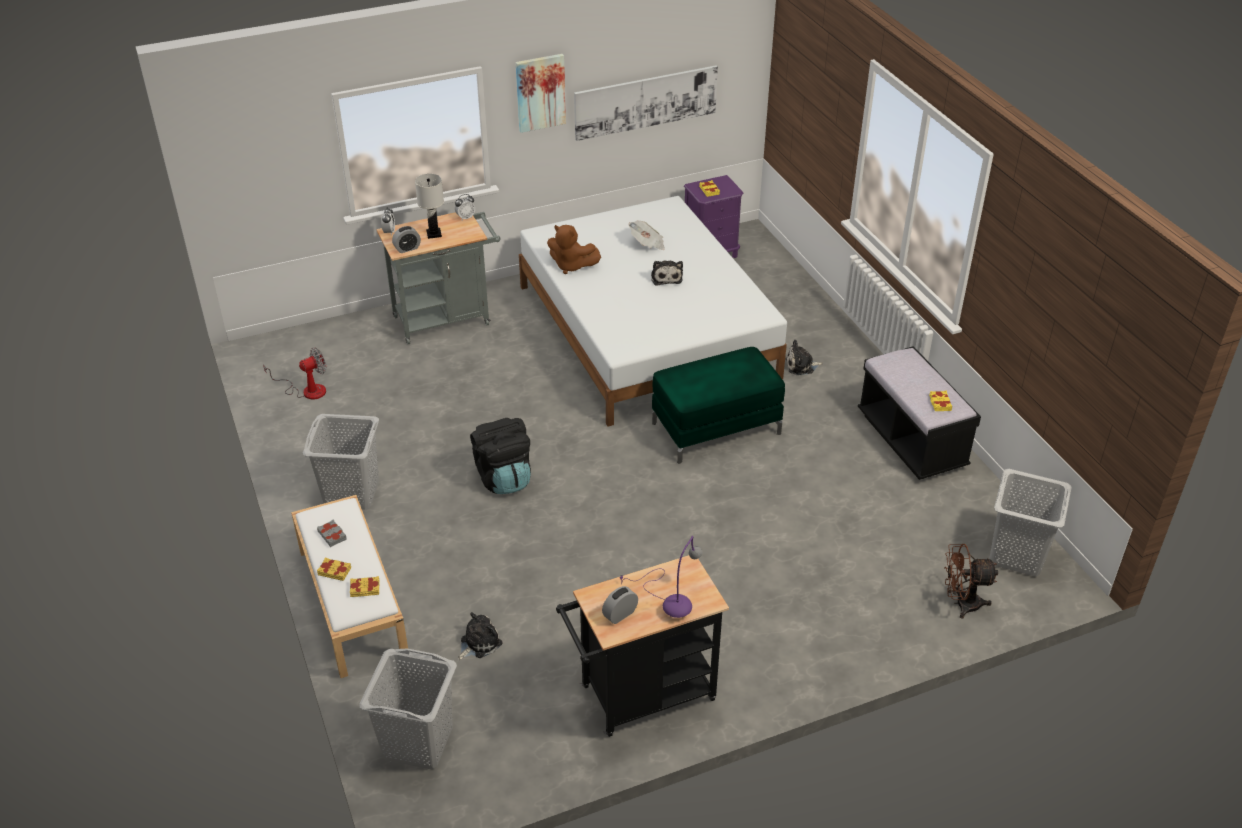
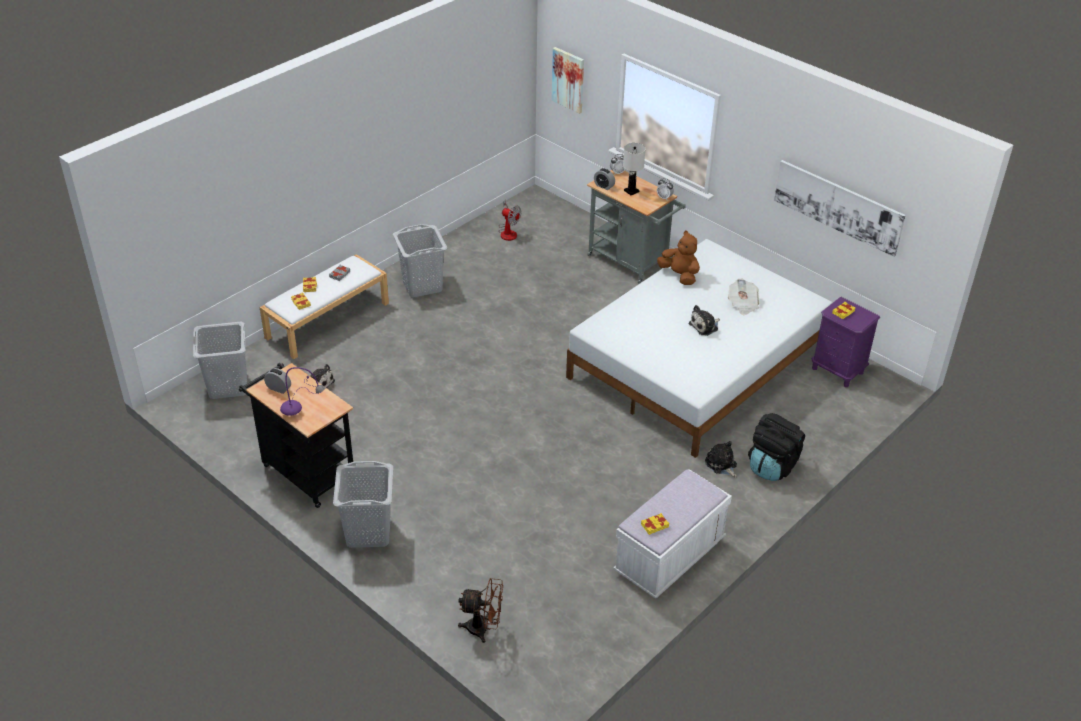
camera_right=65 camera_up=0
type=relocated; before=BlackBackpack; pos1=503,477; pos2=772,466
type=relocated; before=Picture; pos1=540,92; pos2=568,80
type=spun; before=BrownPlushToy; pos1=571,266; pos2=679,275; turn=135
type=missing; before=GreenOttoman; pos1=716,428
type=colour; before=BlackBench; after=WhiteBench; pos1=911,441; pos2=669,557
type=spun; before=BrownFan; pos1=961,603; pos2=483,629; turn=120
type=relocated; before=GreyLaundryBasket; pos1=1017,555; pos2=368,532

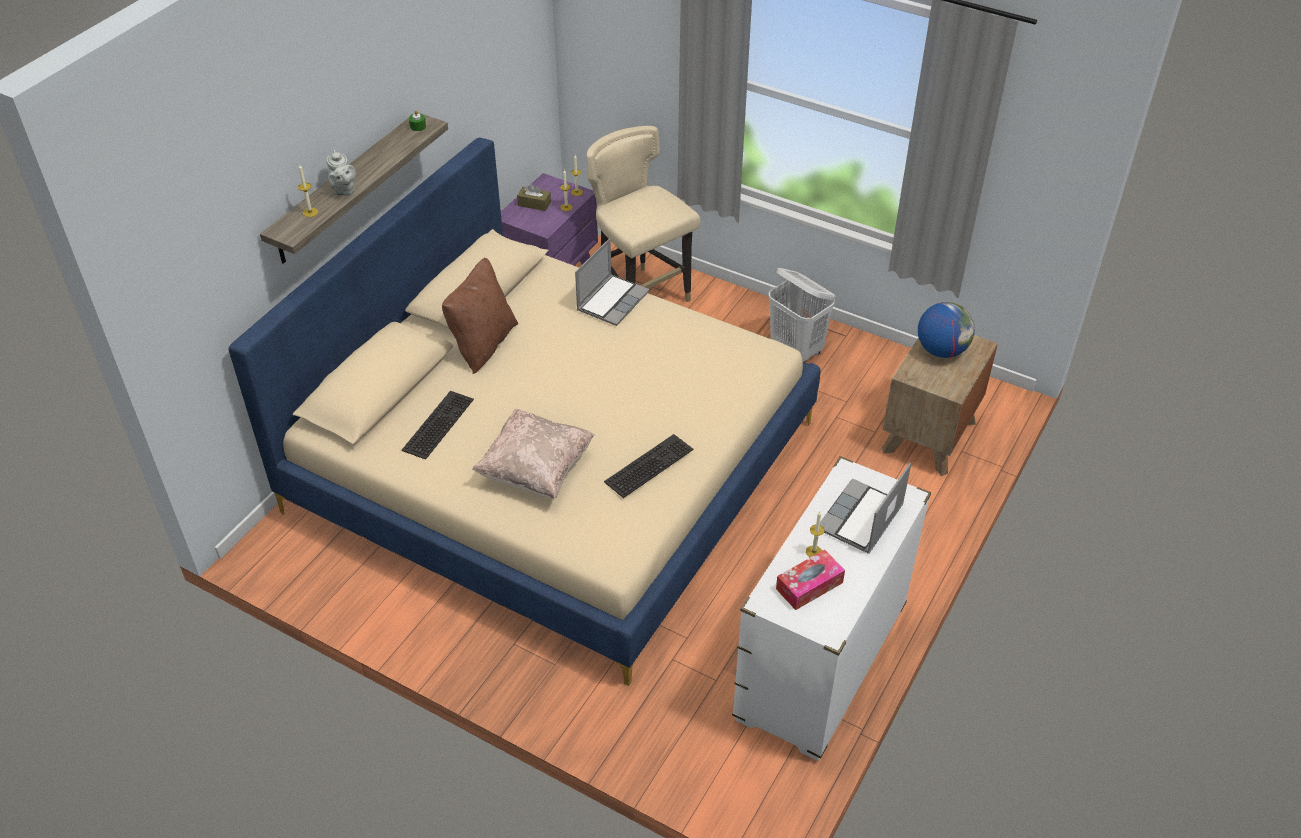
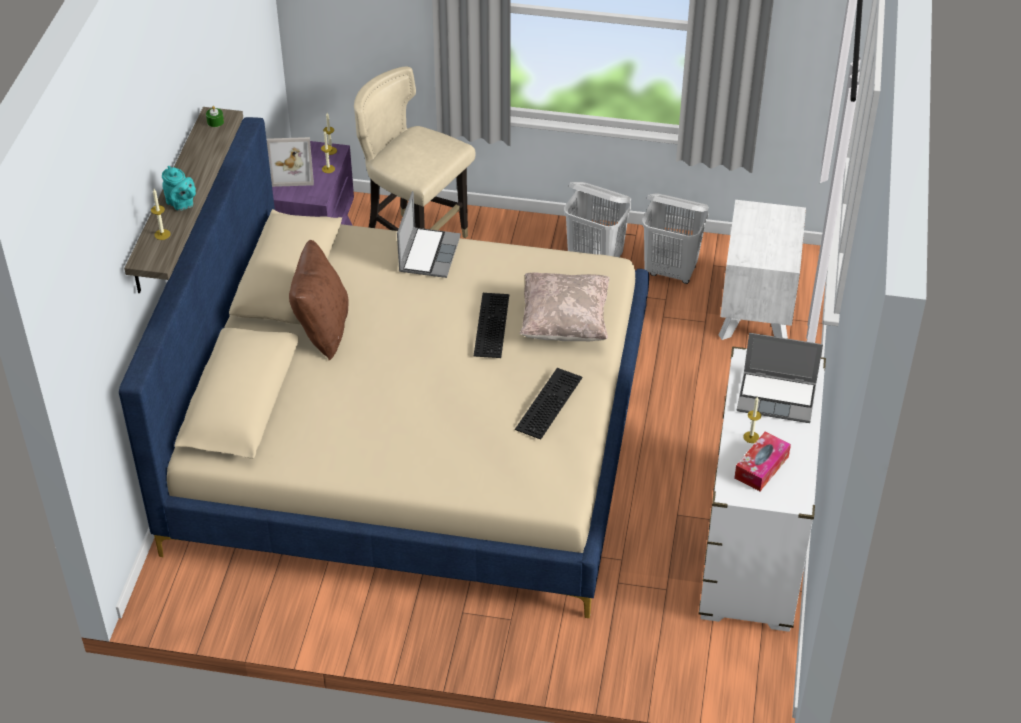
camera_right=-20 camera_up=0
type=colour; before=GreyTeapot; after=TurquoiseTeapot; pos1=343,190; pos2=181,204
type=relocated; before=Keyboard; pos1=437,423; pos2=490,324
type=relocated; before=BeigePillow; pos1=536,470; pos2=564,324
type=exchanged; before=BrownTissueBox; after=PictureFrame; pos1=534,204; pos2=293,173
type=spun; before=Laptop; pos1=861,519; pos2=777,397; turn=-90
type=colour; before=BrownNightstand; after=WhiteNightstand; pos1=929,436; pos2=756,313
type=missing; before=Globe; pos1=941,350
type=appeared; after=WhiteLaundryBasket; pos2=671,271

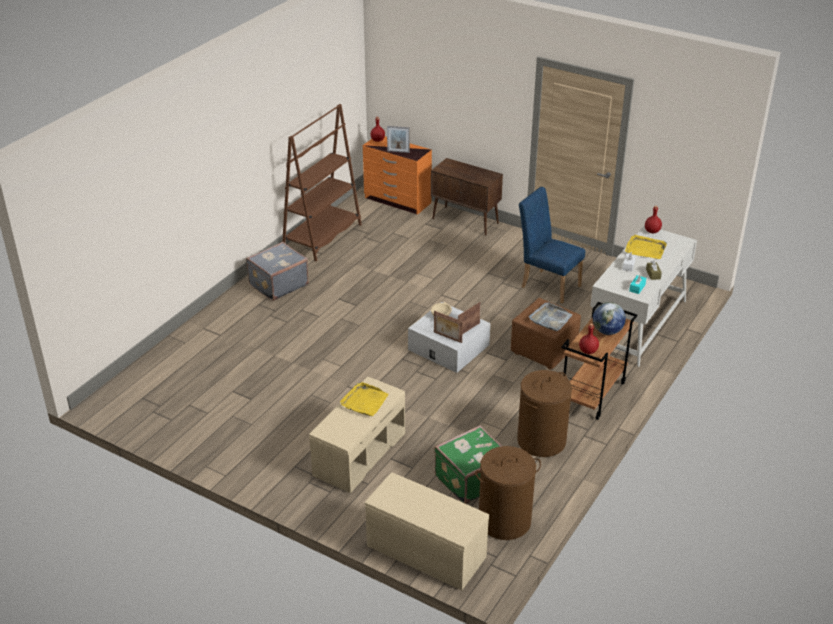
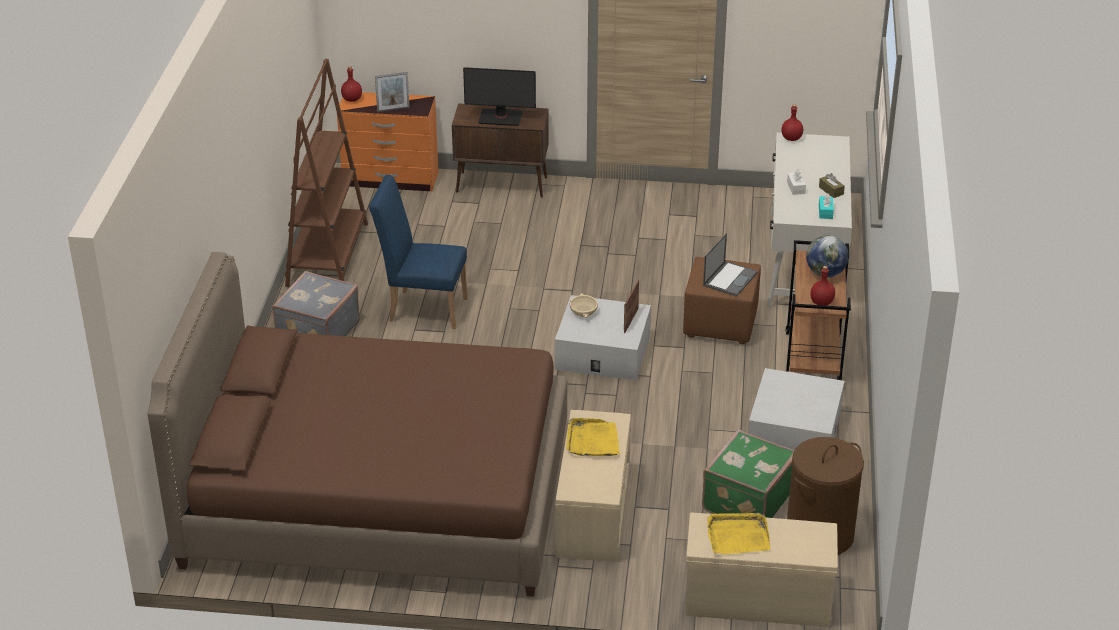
camera_right=-25 camera_up=0
type=missing; before=PictureFrame; pos1=447,337
type=exchanged; before=BrownLaundryBasket; after=WhiteStorageBox; pos1=541,440; pos2=794,431
type=relocated; before=BlueChair; pos1=547,284; pos2=422,308
type=exchanged; before=GreyTray; after=Laptop; pos1=550,319; pos2=730,279
type=relocated; before=YellowTray; pos1=645,249; pos2=737,536
type=appeared; after=BrownBed; pos2=378,497
type=appeared; after=Monitor; pos2=500,117

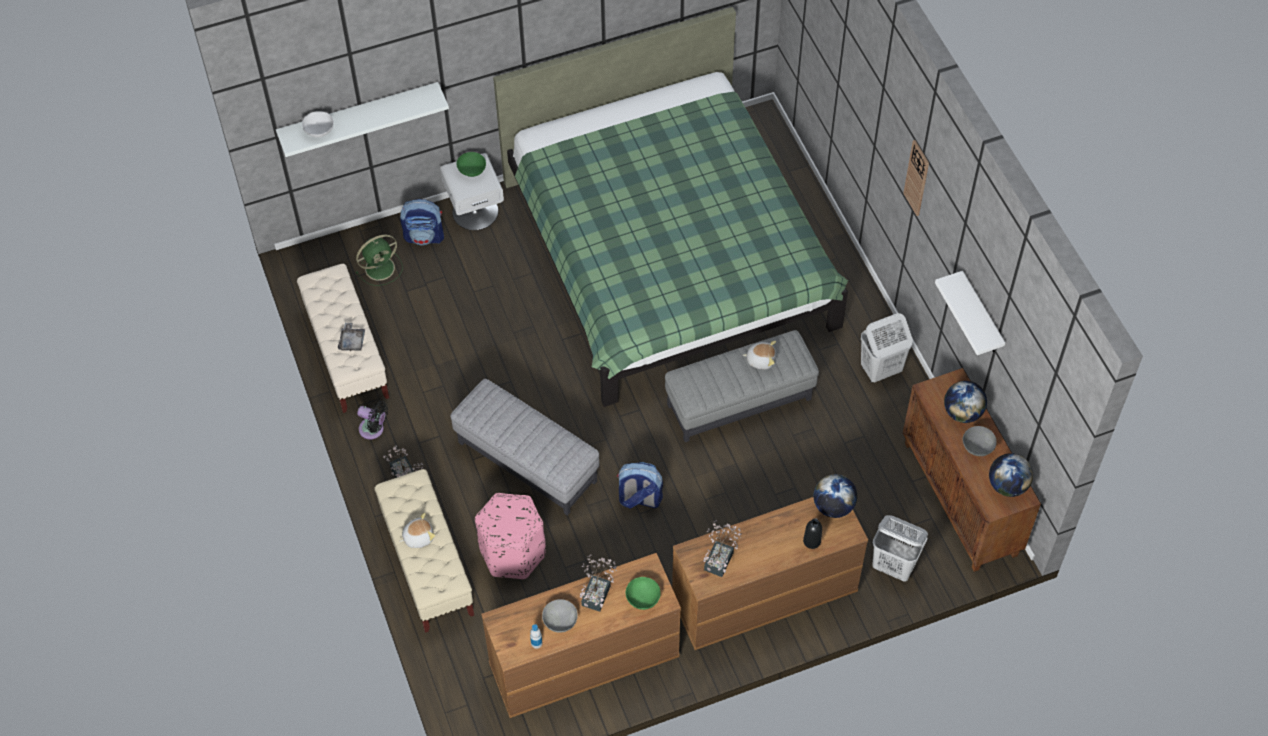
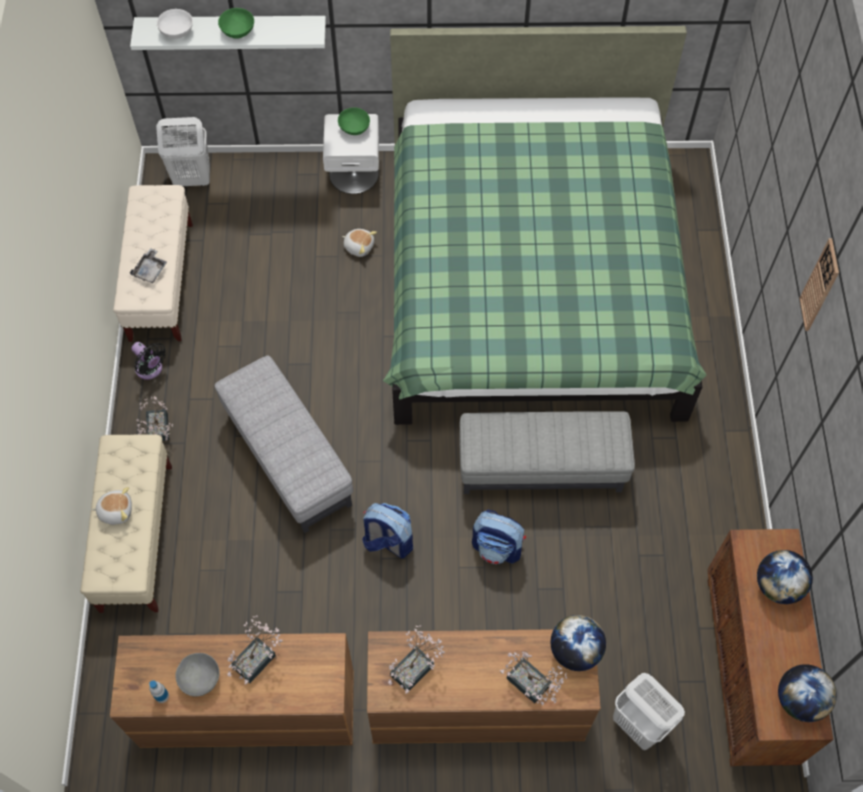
camera_right=20 camera_up=5
type=missing; before=GreenFan; pos1=381,267
type=relocated; before=Backpack; pos1=425,236; pos2=497,547
type=missing; before=PinkOttoman; pos1=513,553
type=relocated; before=GreenBowl; pos1=643,599; pos2=238,31
type=relocated; before=PlushToy; pos1=760,359; pos2=359,246
type=exchanged; before=BlackBottle; after=PottedPlant; pos1=812,541; pos2=532,686
type=relocated; before=WhiteLaundryBasket; pos1=880,370; pos2=192,179
type=missing; before=WhiteShelf; pos1=981,315
type=missing; before=GreyBowl; pos1=977,447

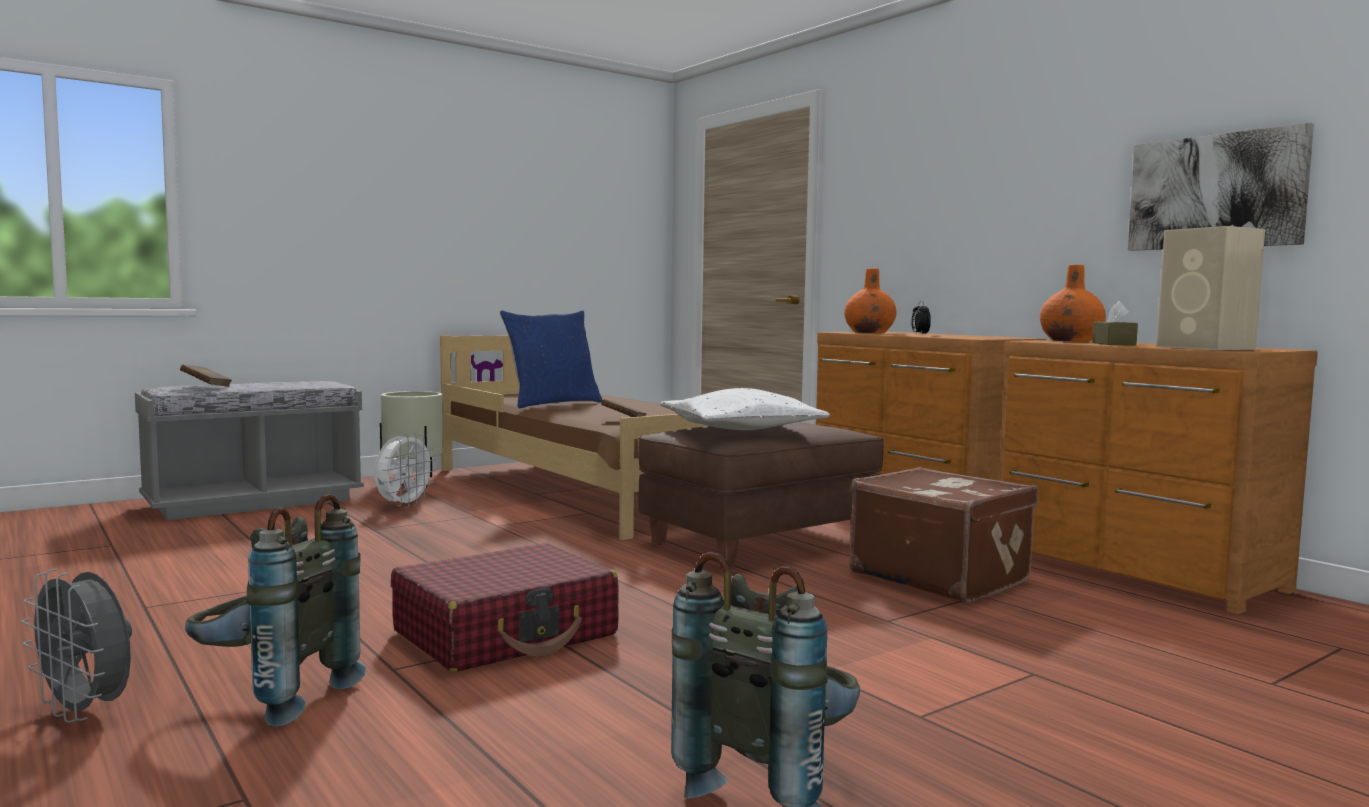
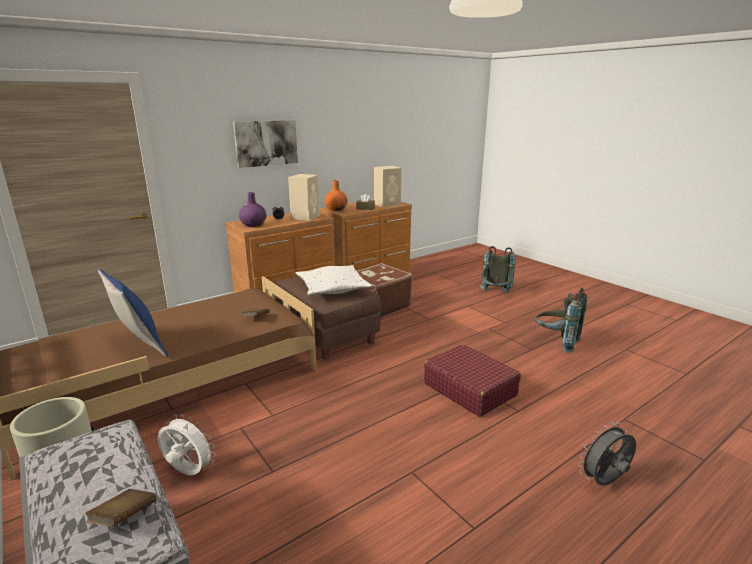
camera_right=-90 camera_up=15
type=spun; before=GreyFan; pos1=86,712; pos2=604,482; turn=-150
type=relocated; before=GreyBackpack; pos1=271,697; pos2=495,295
type=colour; before=OrangeVase; after=PurpleVase; pos1=870,332; pos2=253,225
type=relocated; before=Picture; pos1=1216,192; pos2=266,143
type=appeared; after=BeigeSpeaker; pos2=305,217

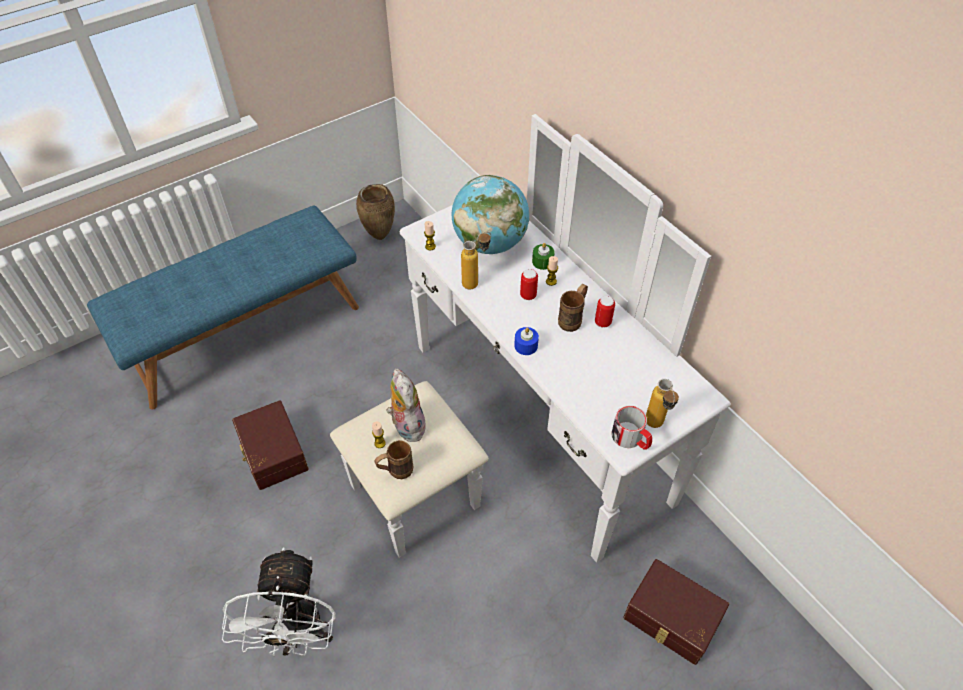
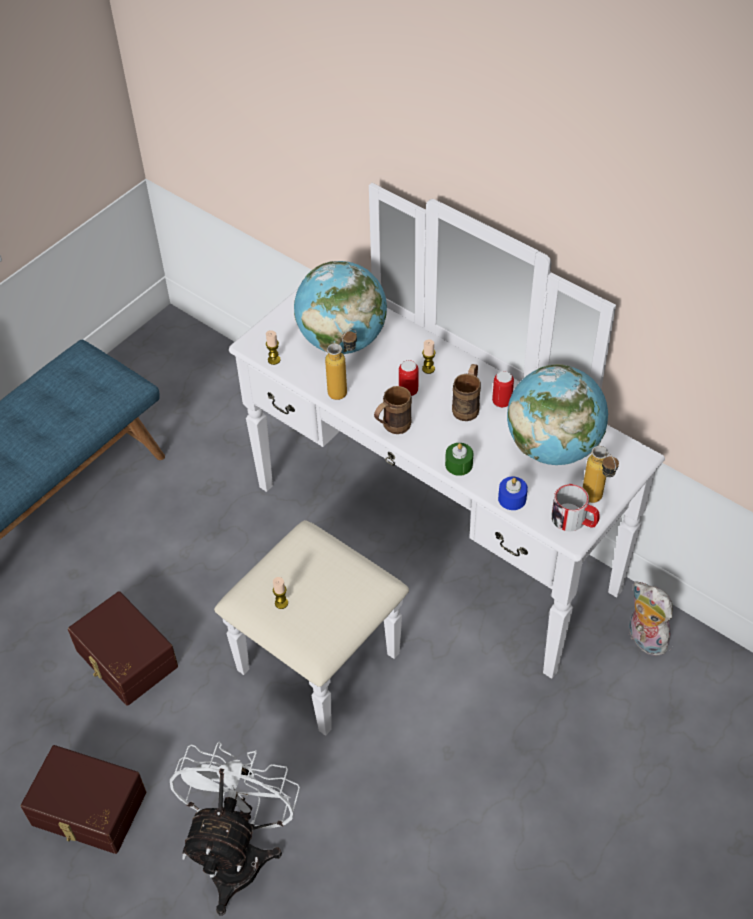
camera_right=-15 camera_up=0
type=spun; before=WhiteFan; pos1=298,634; pos2=239,852; turn=-150
type=missing; before=BrownVase; pos1=379,236
type=relocated; before=BrownMug; pos1=395,471; pos2=392,428
type=relocated; before=PlushToy; pos1=406,425; pos2=643,639
type=relocated; before=BlueCandle; pos1=526,346; pos2=512,499
type=relocated; before=GreenCandle; pos1=542,261; pos2=458,464
type=relocated; before=BrownStorageBox; pos1=671,619; pos2=88,810
type=appeared; after=Globe; pos2=552,447

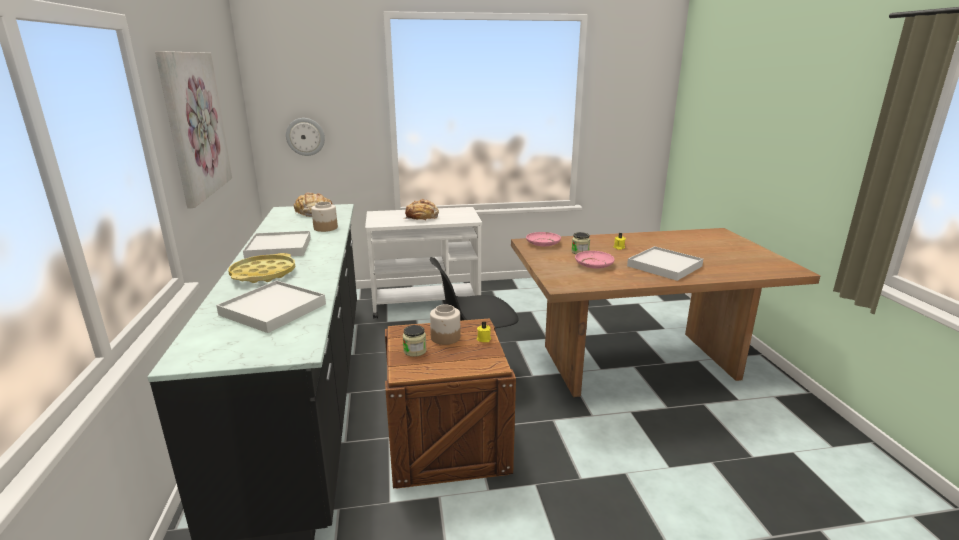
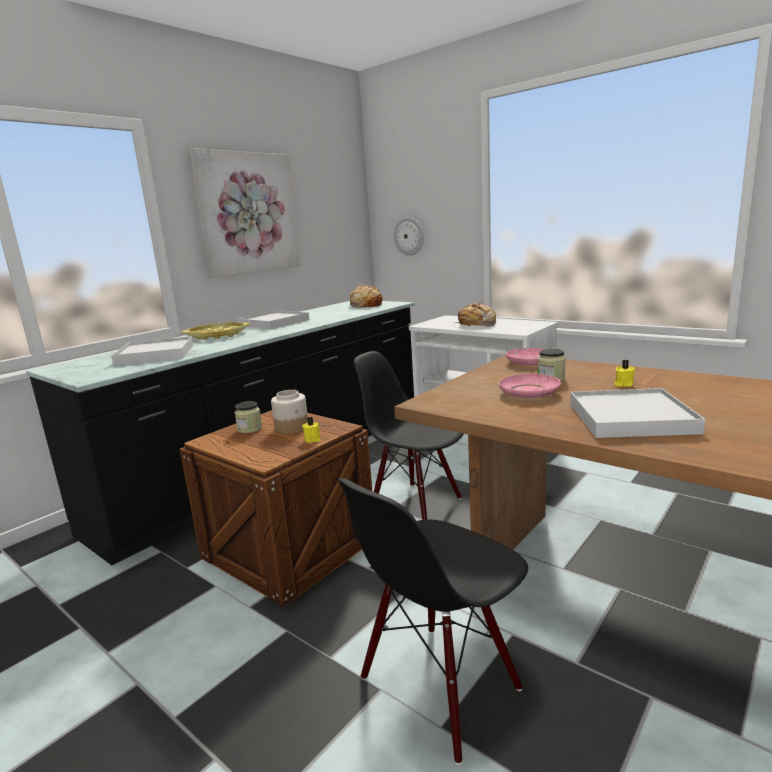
camera_right=50 camera_up=-5
type=missing; before=Jar; pos1=326,228
type=appeared; after=BlackChair; pos2=440,686

